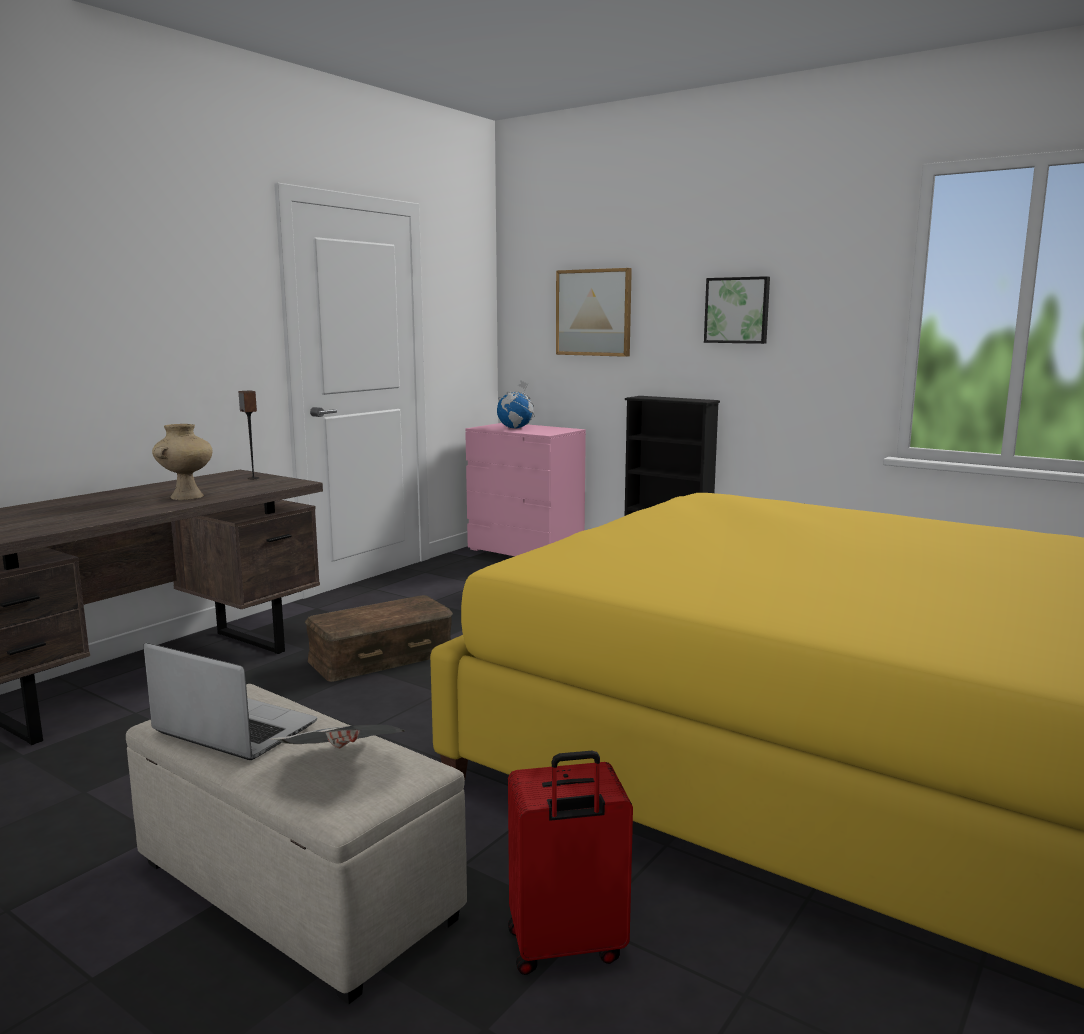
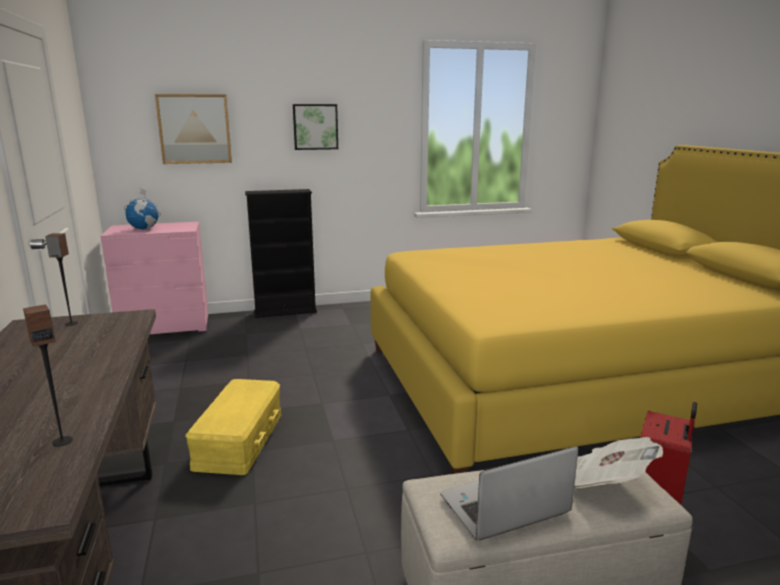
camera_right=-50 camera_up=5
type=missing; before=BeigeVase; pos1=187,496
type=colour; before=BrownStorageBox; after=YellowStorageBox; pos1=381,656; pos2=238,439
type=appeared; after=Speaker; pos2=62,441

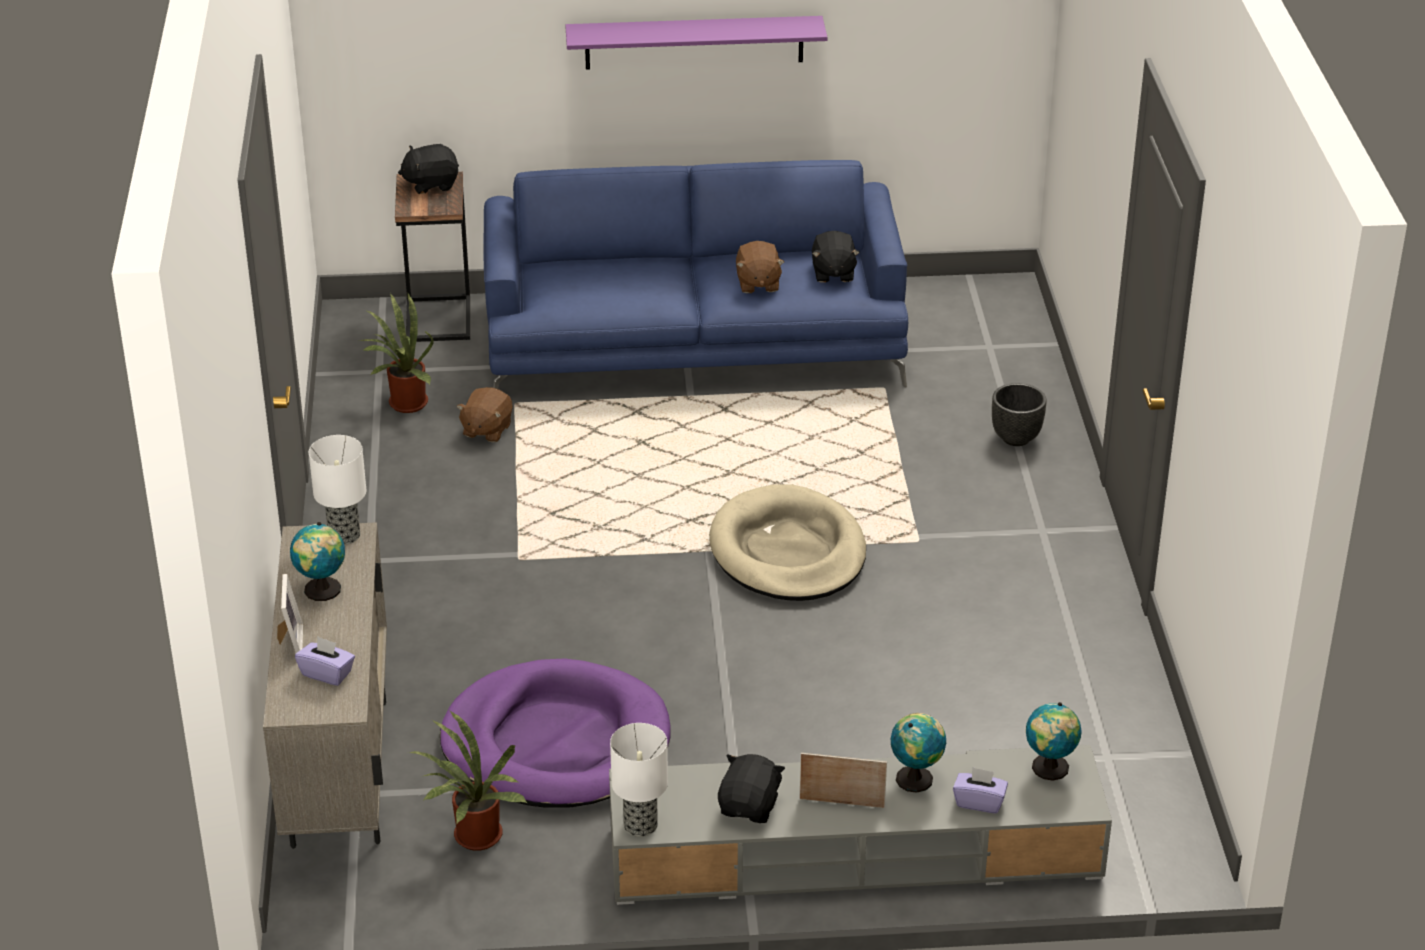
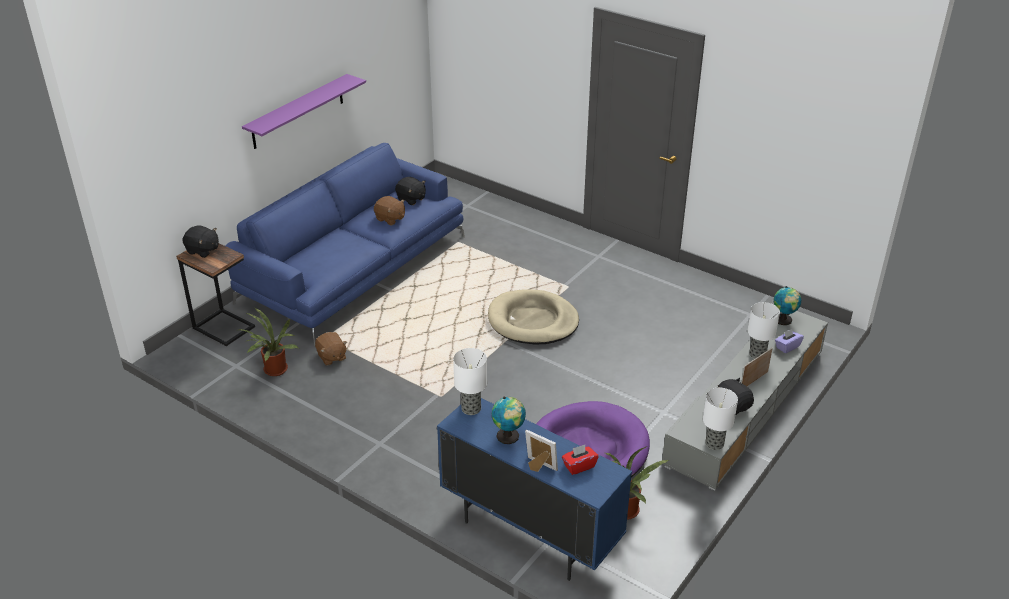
camera_right=-50 camera_up=0
type=colour; before=BeigeCabinet; after=BlueCabinet; pos1=340,772; pos2=529,534
type=colour; before=PurpleTissueBox; after=RedTissueBox; pos1=327,673; pos2=579,466
type=spun; before=BlackPlushToy; pos1=431,184; pos2=203,250; turn=-90
type=exchanged; before=Globe; after=TableLamp; pos1=916,778; pos2=757,354
type=missing; before=BlackPlanter; pos1=1016,439

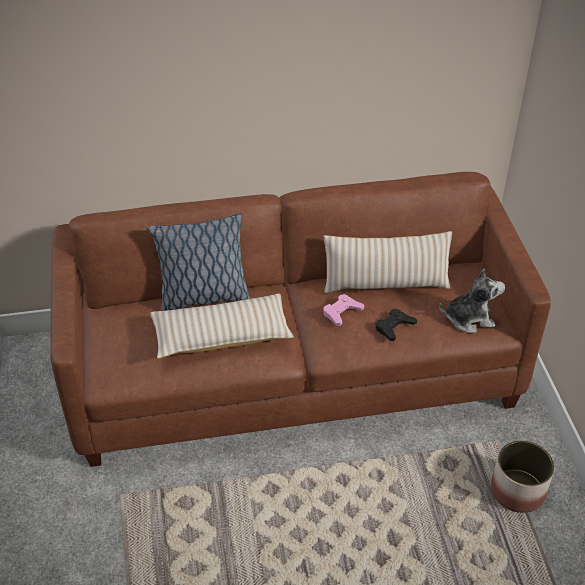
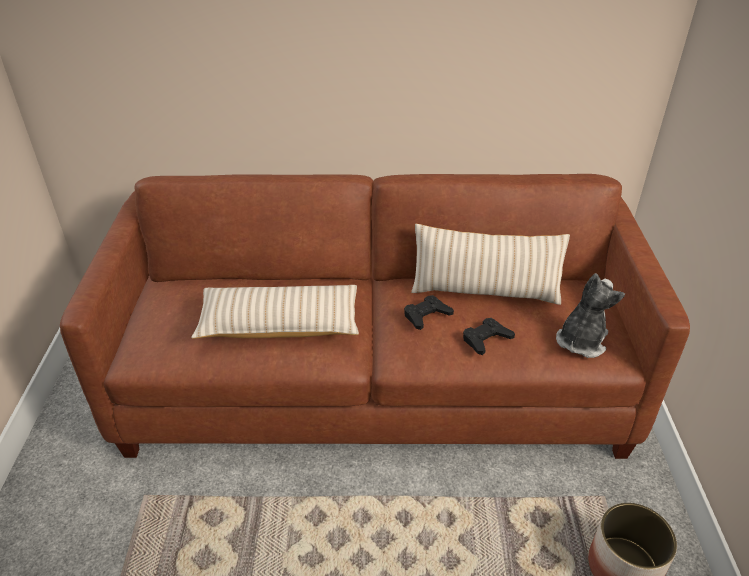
camera_right=10 camera_up=-5
type=missing; before=Pillow; pos1=203,297
type=colour; before=PinkGameController; after=BlackGameController; pos1=342,312; pos2=426,315
type=spun; before=PlushToy; pos1=469,319; pos2=581,341; turn=-60

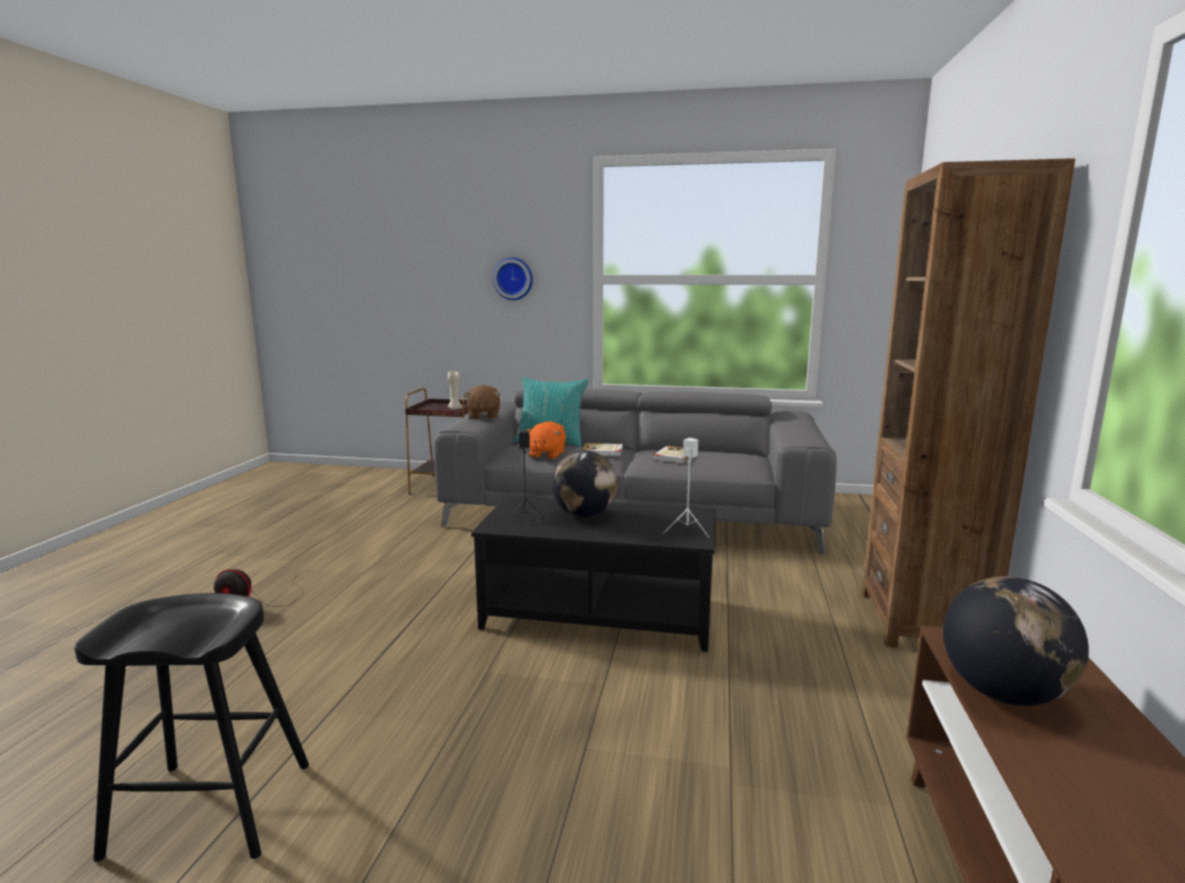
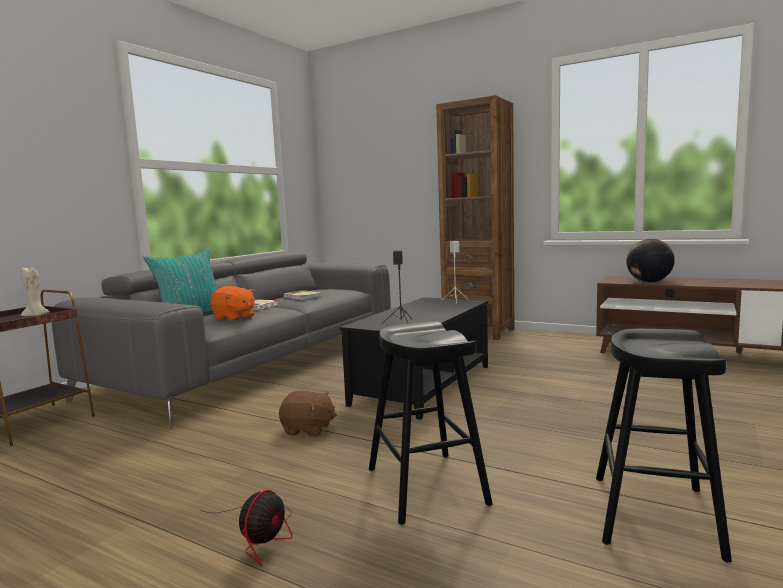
camera_right=-70 camera_up=-5
type=relocated; before=BrownPlushToy; pos1=483,416; pos2=308,430
type=missing; before=WallClock; pos1=513,279
type=missing; before=Globe; pos1=584,515
type=appeared; after=BlackStool; pos2=426,486

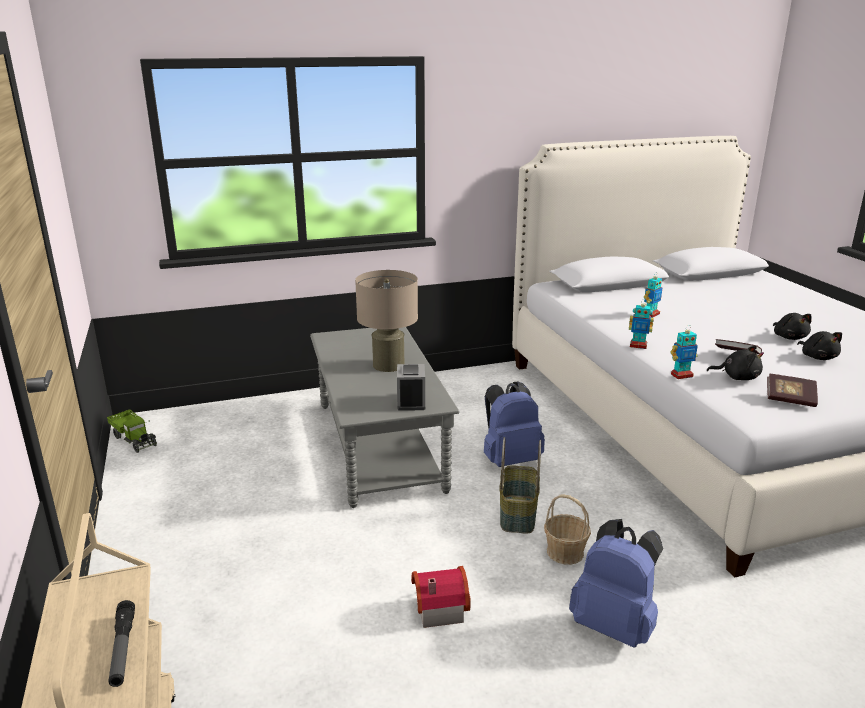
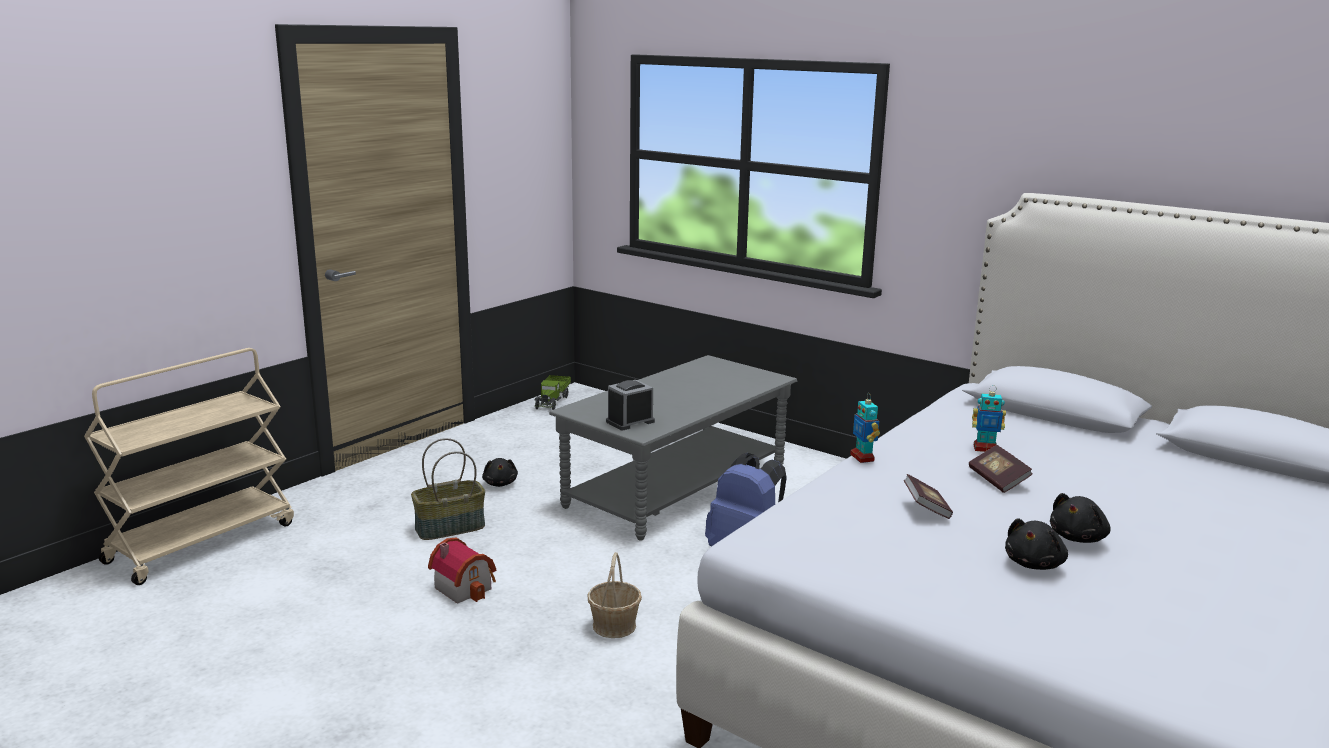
camera_right=55 camera_up=-5
type=missing; before=Flashlight; pos1=122,649
type=missing; before=BeigeTableLamp; pos1=388,365
type=relocated; before=Basket; pos1=518,515; pos2=450,528
type=missing; before=BlueBackpack; pos1=614,625
type=missing; before=ToyRobot; pos1=681,375
type=relocated; before=BlackPlushToy; pos1=737,377; pos2=500,483
type=relocated; before=Book; pos1=790,399; pos2=998,480

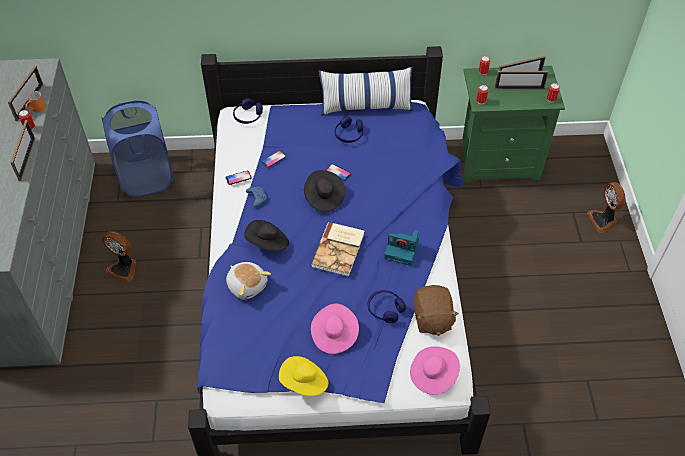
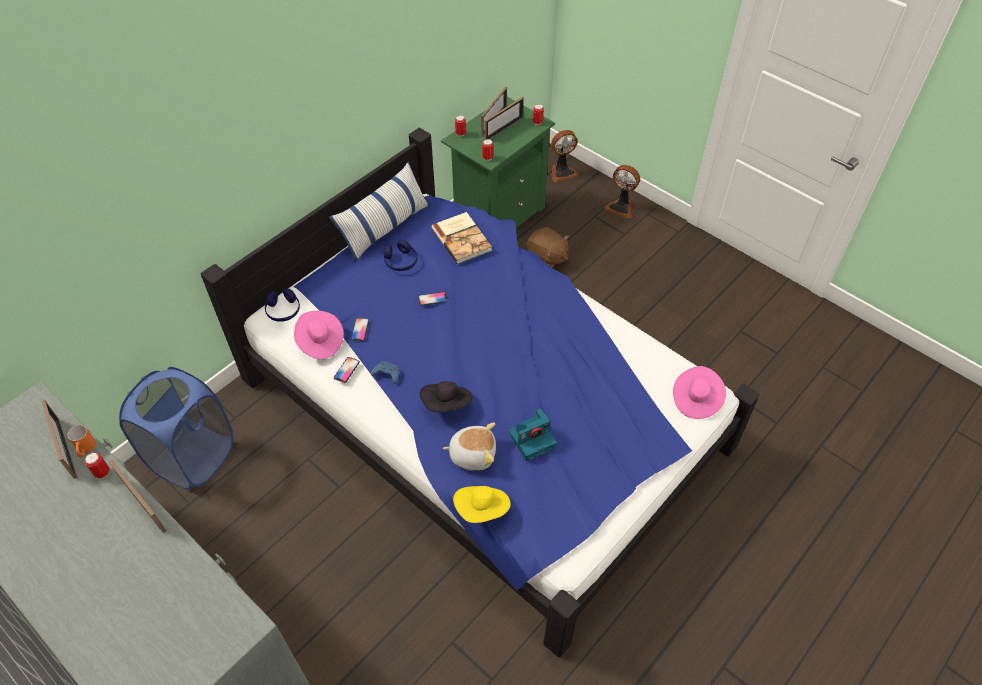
camera_right=-45 camera_up=0
type=relocated; before=Fan; pos1=124,268; pos2=562,172
type=relocated; before=YellowHat; pos1=304,383; pos2=482,509
type=missing; before=BlackHat; pos1=324,197
type=relocated; before=Book; pos1=339,250; pos2=462,238
type=relocated; before=PinkHat; pos1=334,335; pos2=320,342
type=missing; before=BlueHeadphones; pos1=385,309
type=relocated; before=PhotoCamera; pos1=402,250; pos2=532,439
type=relocated; before=BrownPlushToy; pos1=432,319; pos2=547,258

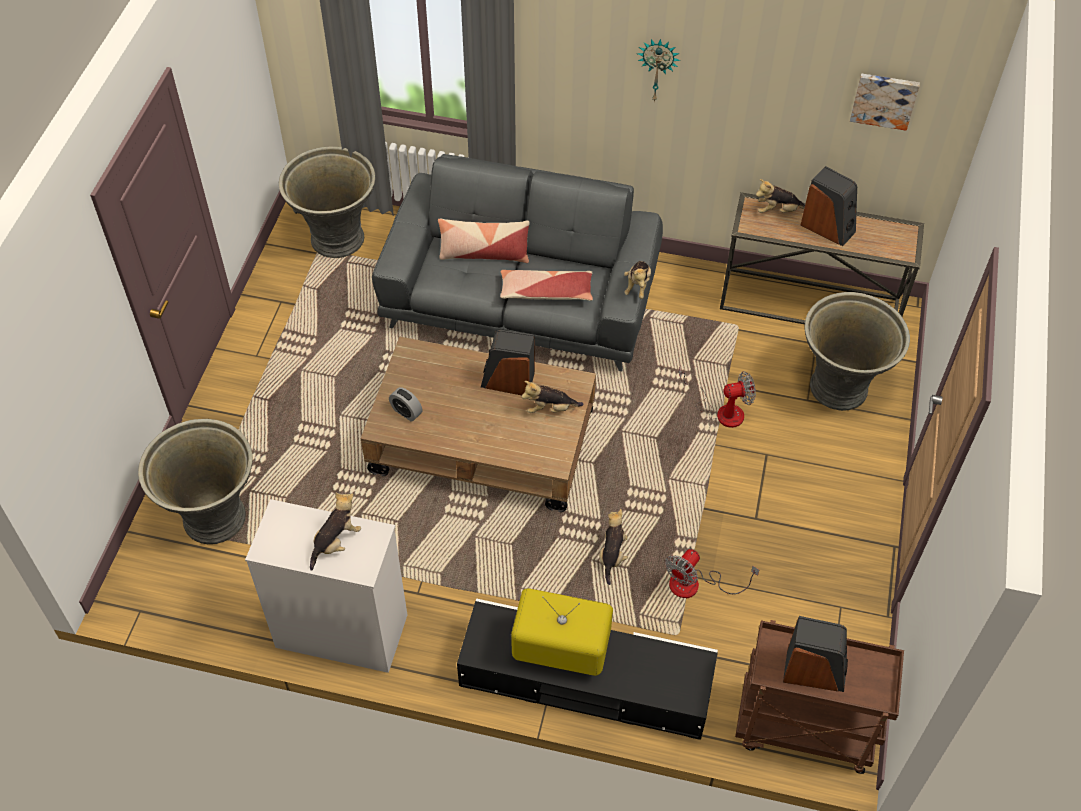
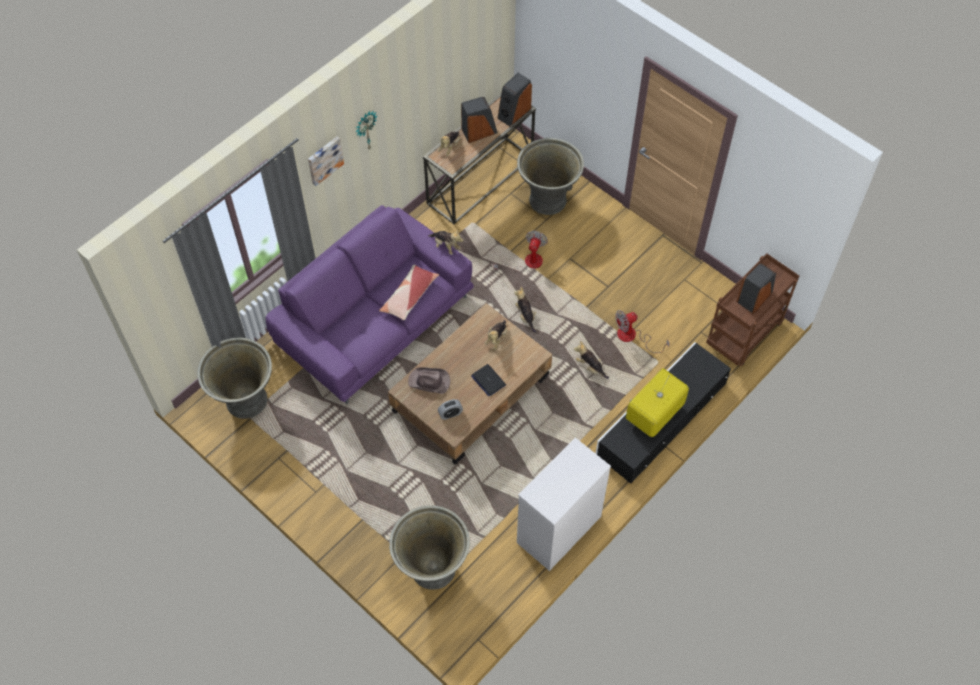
camera_right=-60 camera_up=5
type=relocated; before=PlushToy; pos1=336,542; pos2=525,316
type=colour; before=GreySofa; after=PurpleSofa; pos1=521,300; pos2=375,321
type=missing; before=Pillow; pos1=484,253
type=relocated; before=Speaker; pos1=508,381; pos2=513,113
type=spun; before=Fan; pos1=695,585; pos2=633,337; turn=90
type=relocated; before=Picture; pos1=884,100; pos2=324,160
type=appeared; after=BrownHat; pos2=429,382
type=appeared; after=Laptop; pos2=488,380

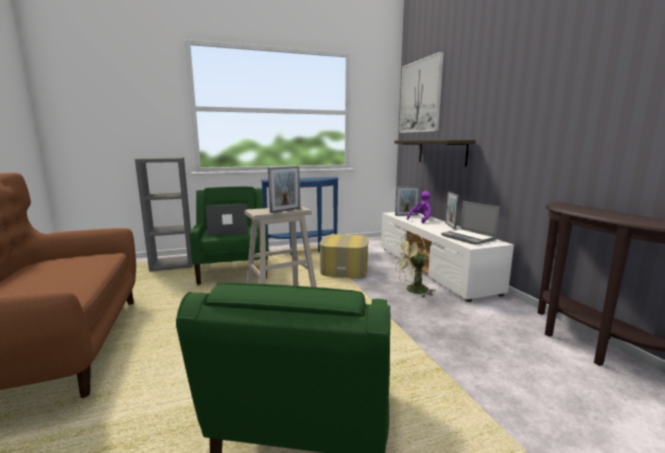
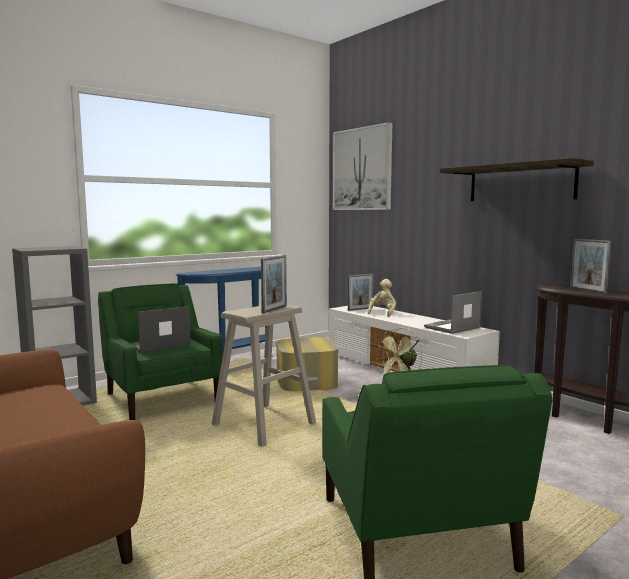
camera_right=-20 camera_up=-5
type=relocated; before=Shelf; pos1=441,152; pos2=520,183
type=colour; before=PurplePlushToy; after=BeigePlushToy; pos1=421,219; pos2=382,313
type=spun; before=Laptop; pos1=469,238; pos2=452,328; turn=105
type=relocated; before=PictureFrame; pos1=450,226; pos2=588,290

